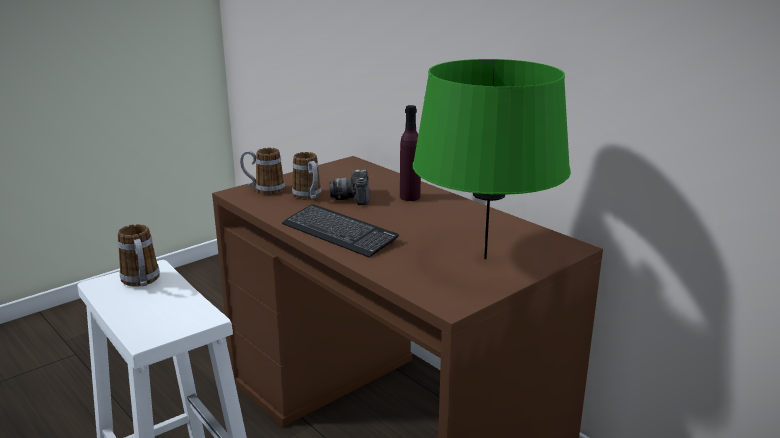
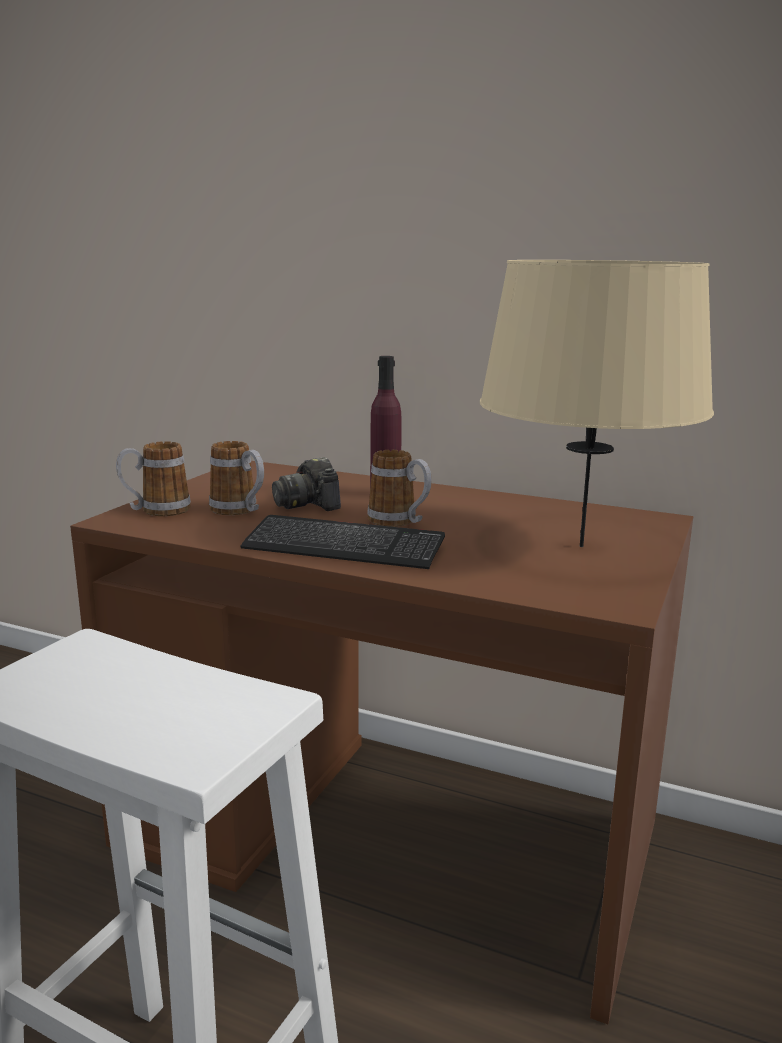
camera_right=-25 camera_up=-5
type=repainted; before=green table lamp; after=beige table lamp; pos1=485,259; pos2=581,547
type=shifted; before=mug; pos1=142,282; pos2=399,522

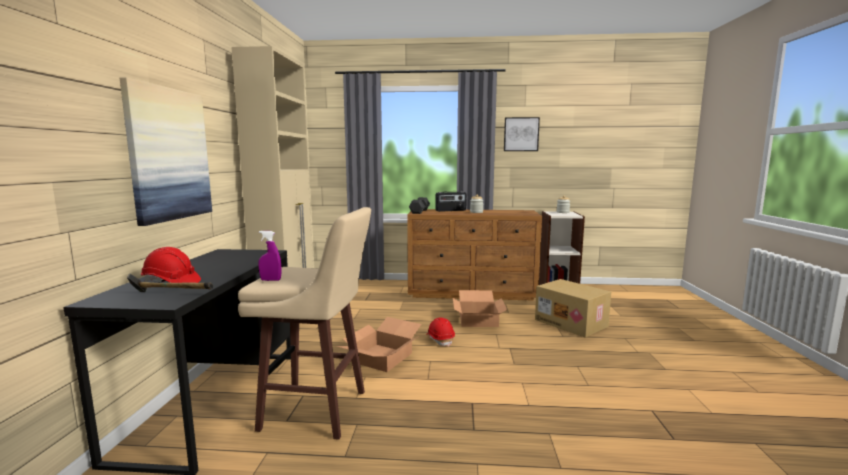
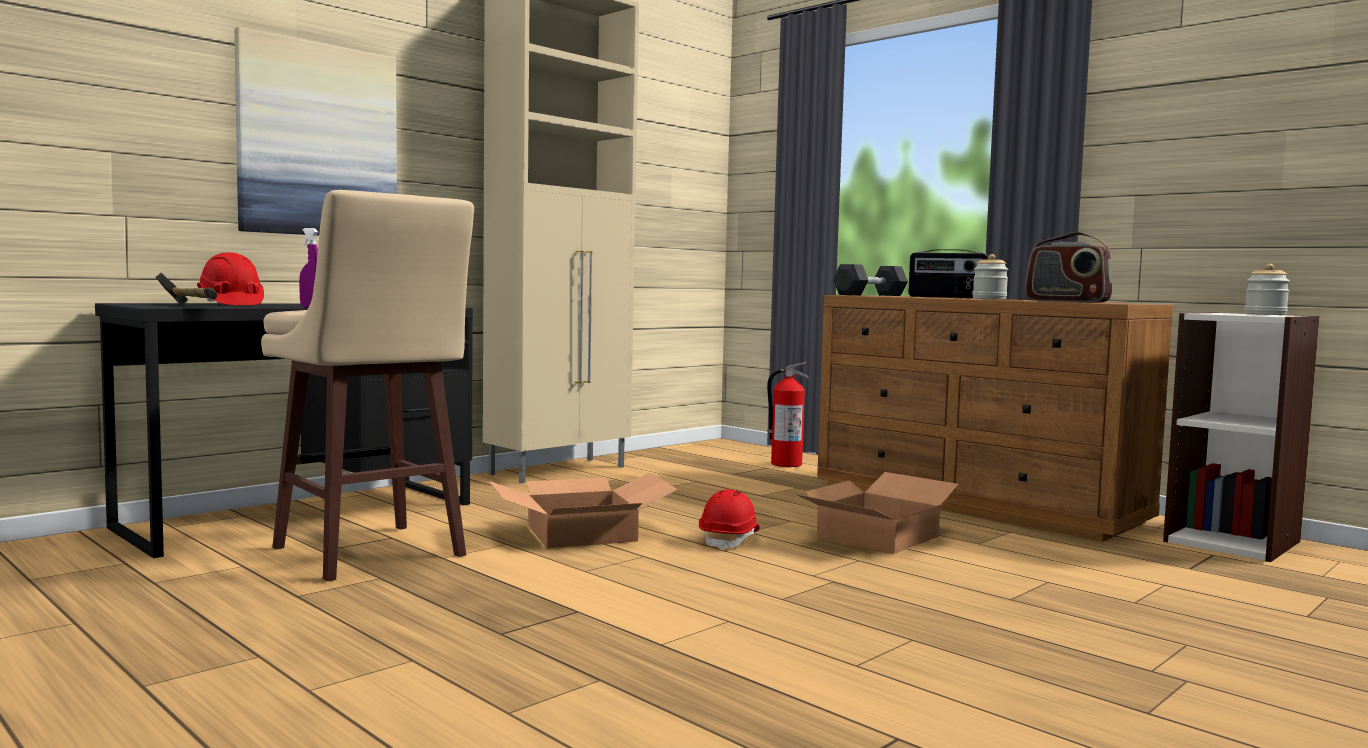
camera_right=40 camera_up=-5
type=gone; before=picture; pos1=521,134
type=gone; before=cardboard box; pos1=571,323
type=new; after=radio; pos2=1066,301
type=new; after=fire extinguisher; pos2=785,464

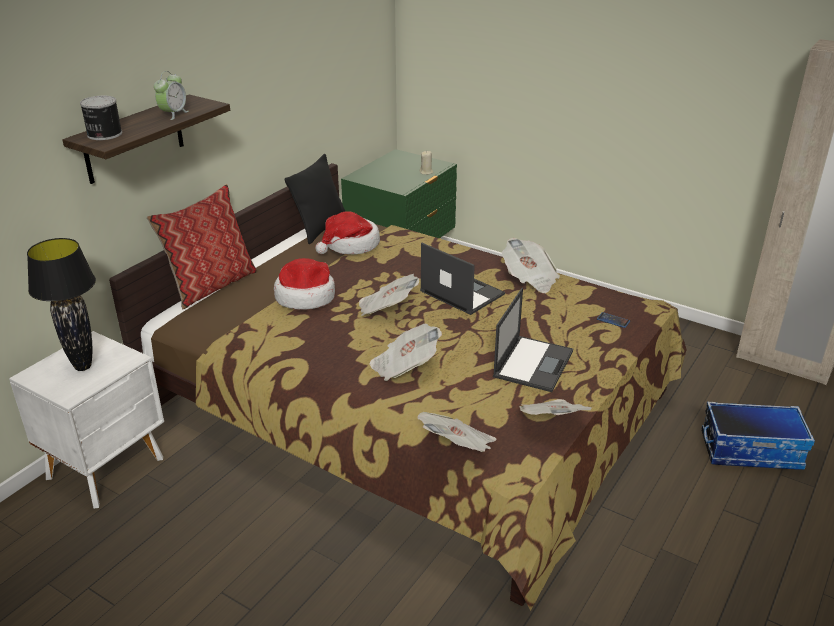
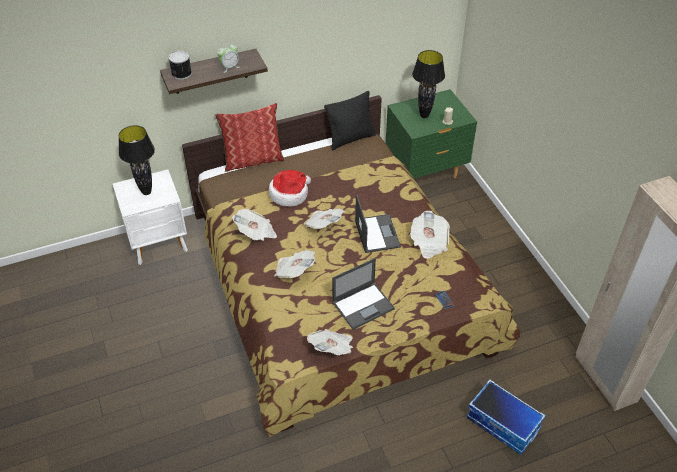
camera_right=35 camera_up=15
type=gone; before=hat; pos1=350,245
type=shifted; before=newspaper; pos1=458,448; pos2=256,233
type=new; after=black table lamp; pos2=424,116

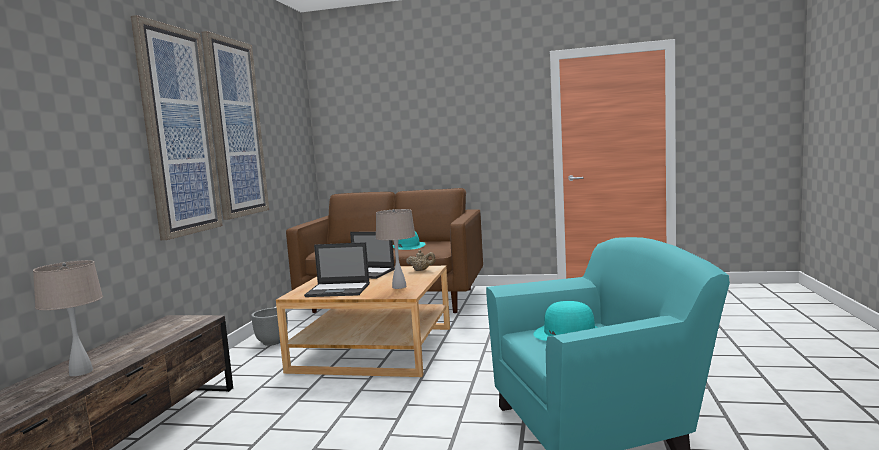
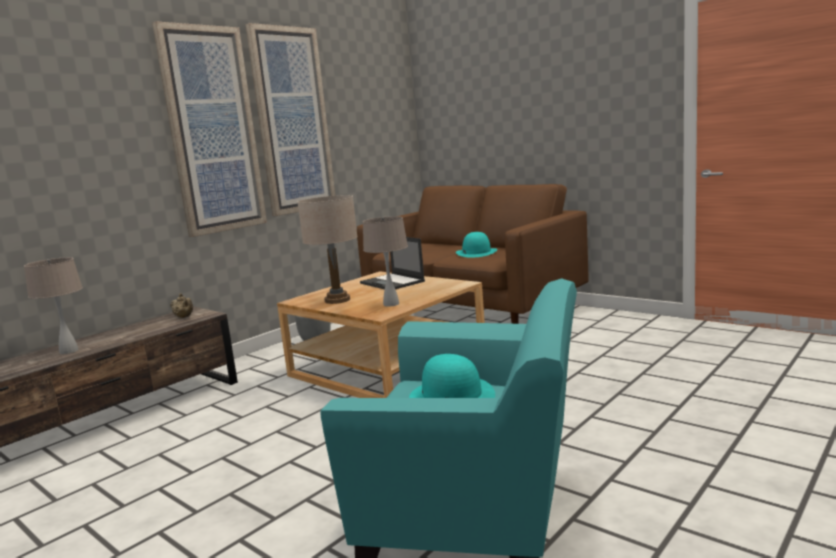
camera_right=30 camera_up=5
type=swapped; before=laptop; after=beige table lamp; pos1=339,290; pos2=337,300
type=shifted; before=beige teapot; pos1=421,270; pos2=184,317

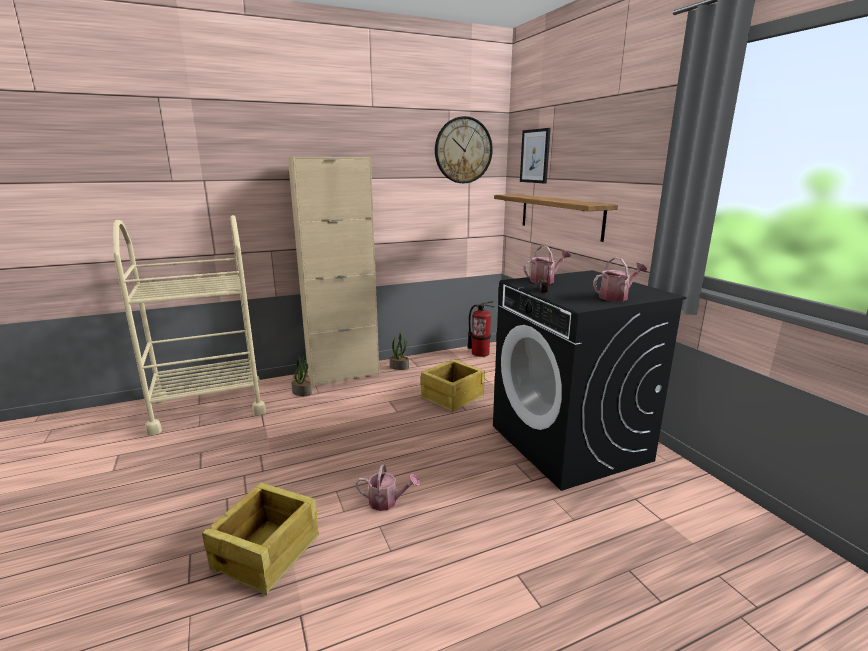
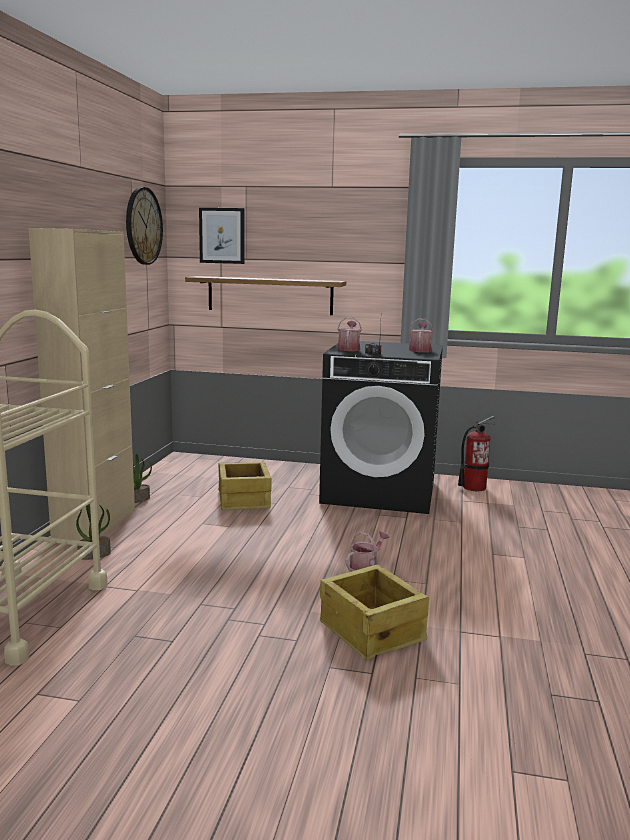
camera_right=-55 camera_up=-5
type=shifted; before=fire extinguisher; pos1=480,353; pos2=473,487

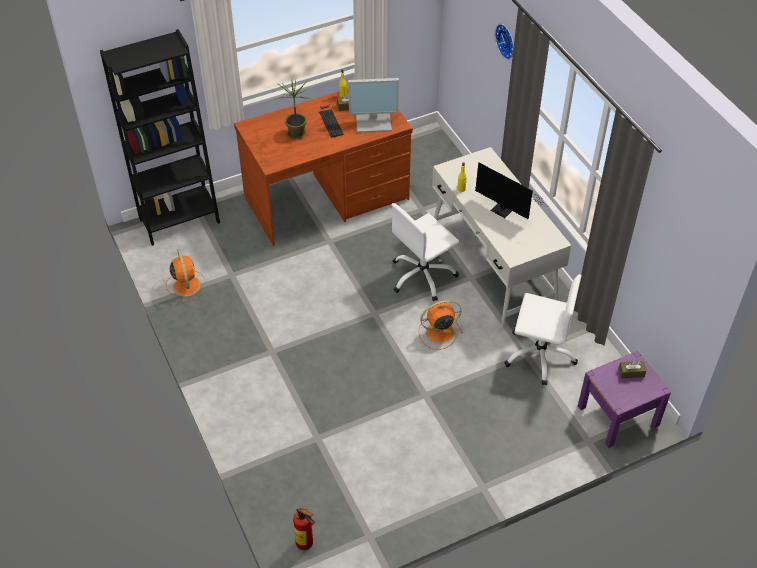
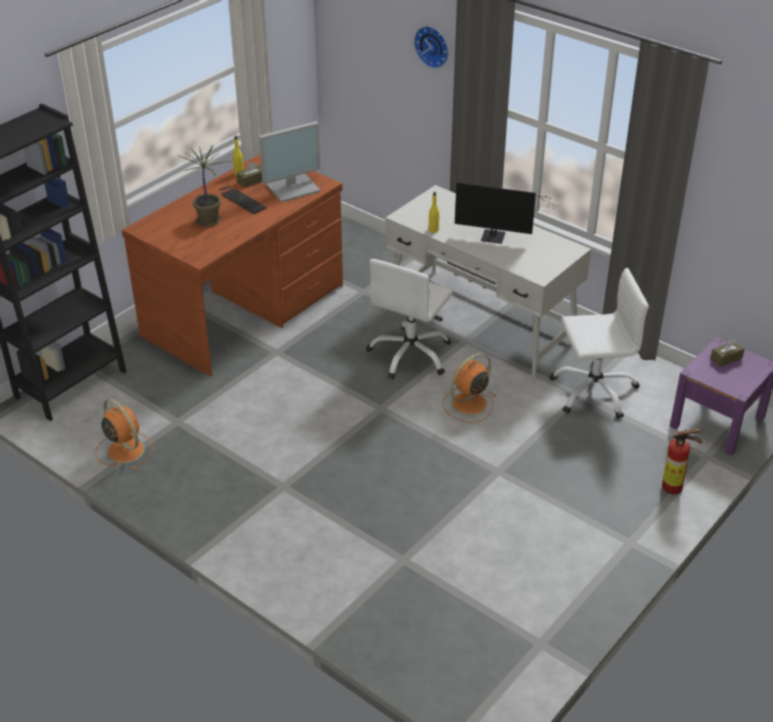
camera_right=-25 camera_up=-10
type=shifted; before=fire extinguisher; pos1=306,545; pos2=675,489

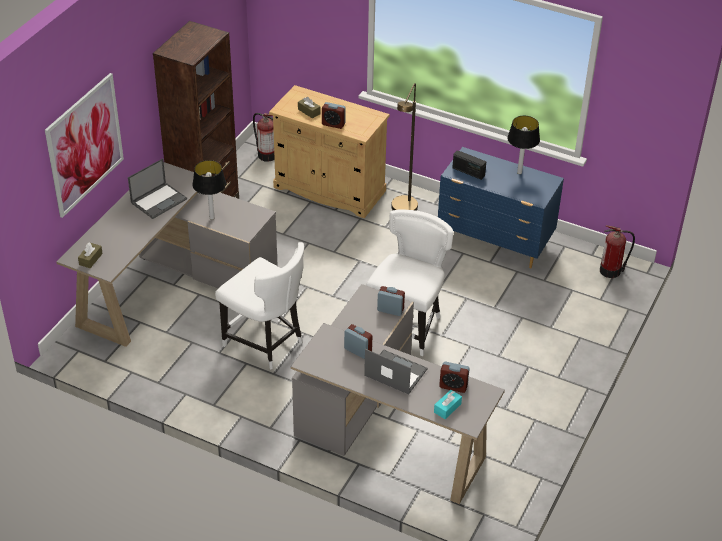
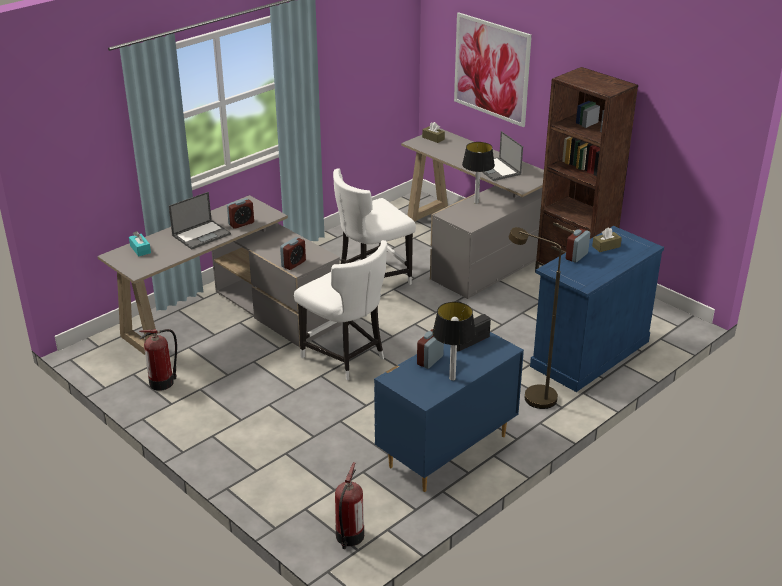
camera_right=110 camera_up=-10
type=repainted; before=beige cabinet; after=blue cabinet; pos1=329,189; pos2=589,353
type=shifted; before=fire extinguisher; pos1=266,155; pos2=163,382
type=shifted; before=alarm clock; pos1=453,386; pos2=430,360

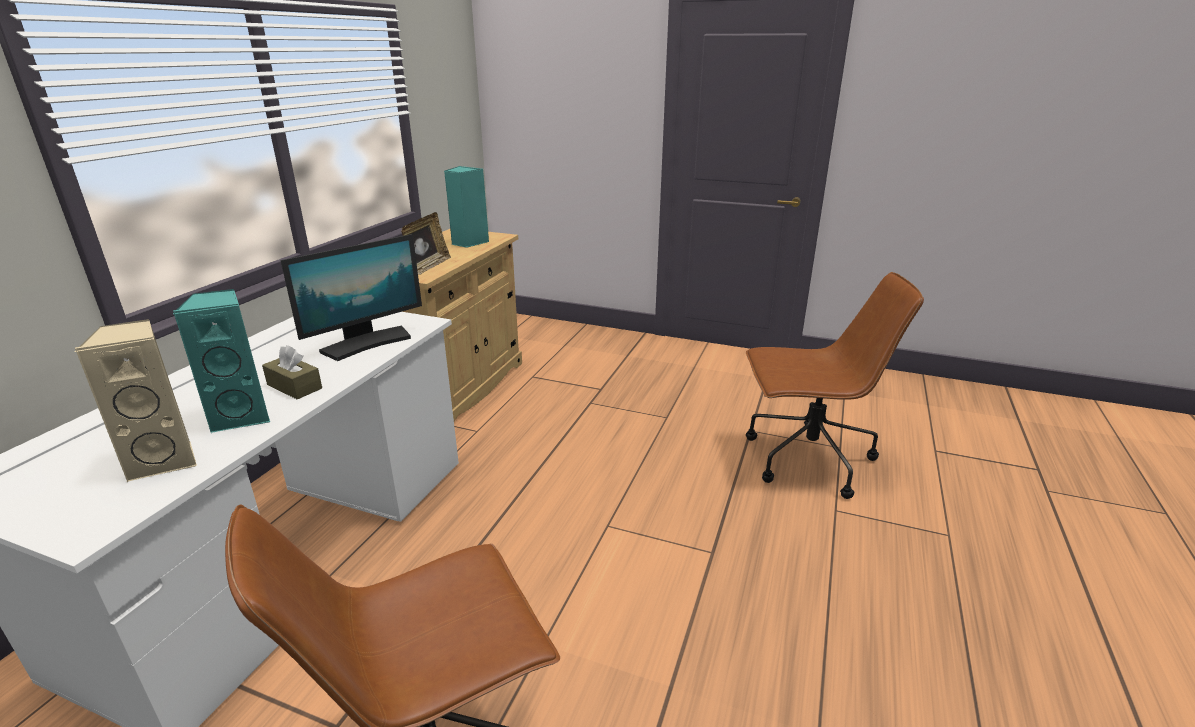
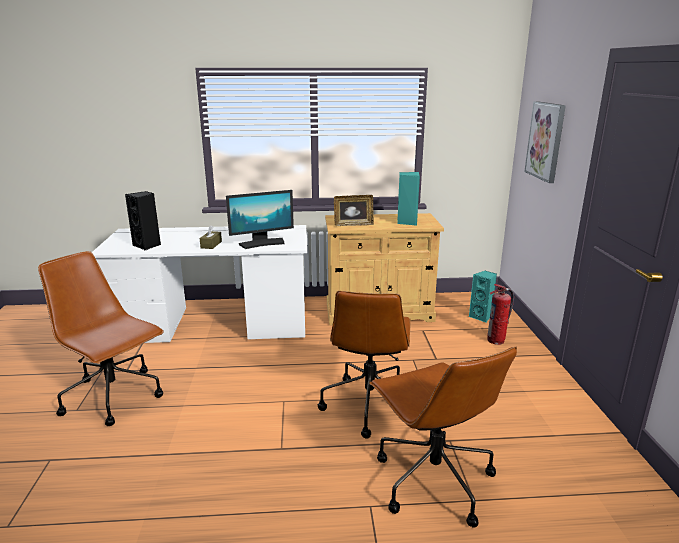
camera_right=65 camera_up=-5
type=rotated; before=monitor; pos1=366,343; pos2=262,243; turn=-45
type=shifted; before=turquoise speaker; pos1=243,416; pos2=481,317
type=repainted; before=beige speaker; after=black speaker; pos1=166,460; pos2=147,245
type=new; after=picture; pos2=545,141
type=new; after=fire extinguisher; pos2=496,340
type=new; after=brown office chair; pos2=369,404

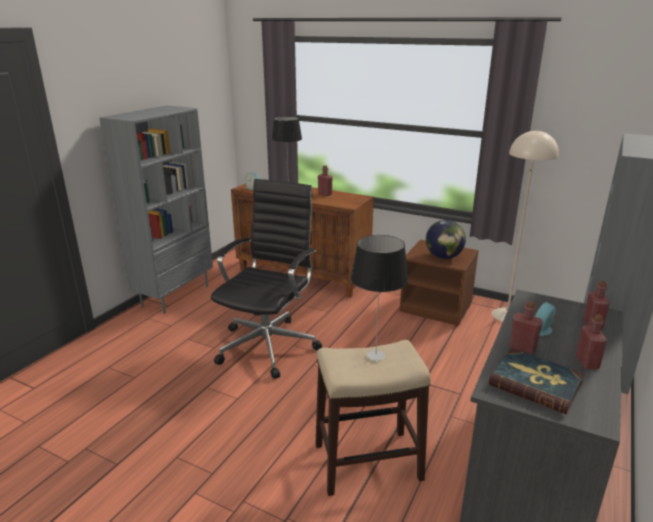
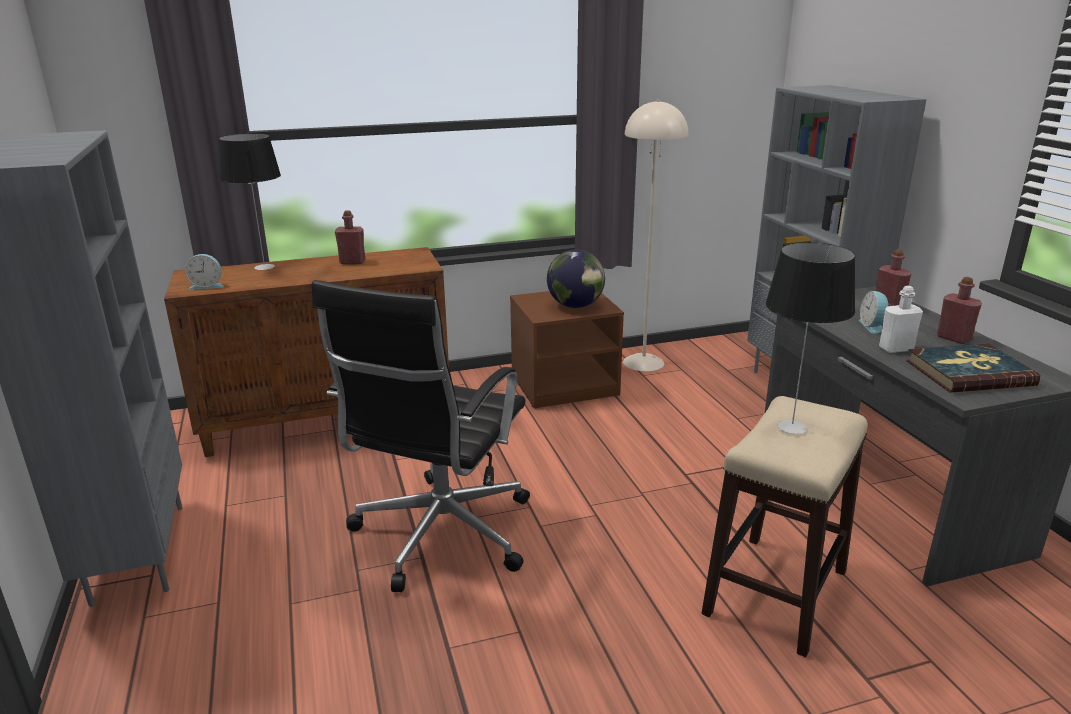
camera_right=-45 camera_up=0
type=rotated; before=black office chair; pos1=269,345; pos2=440,535; turn=-135
type=repainted; before=red bottle; after=white bottle; pos1=522,348; pos2=896,349

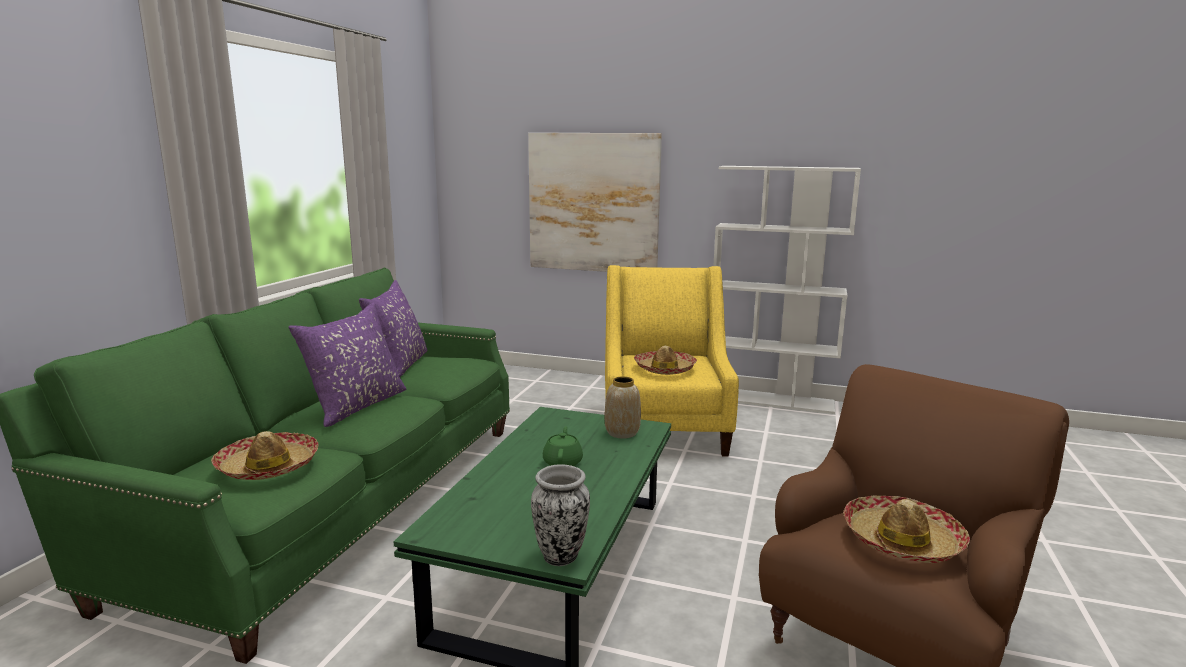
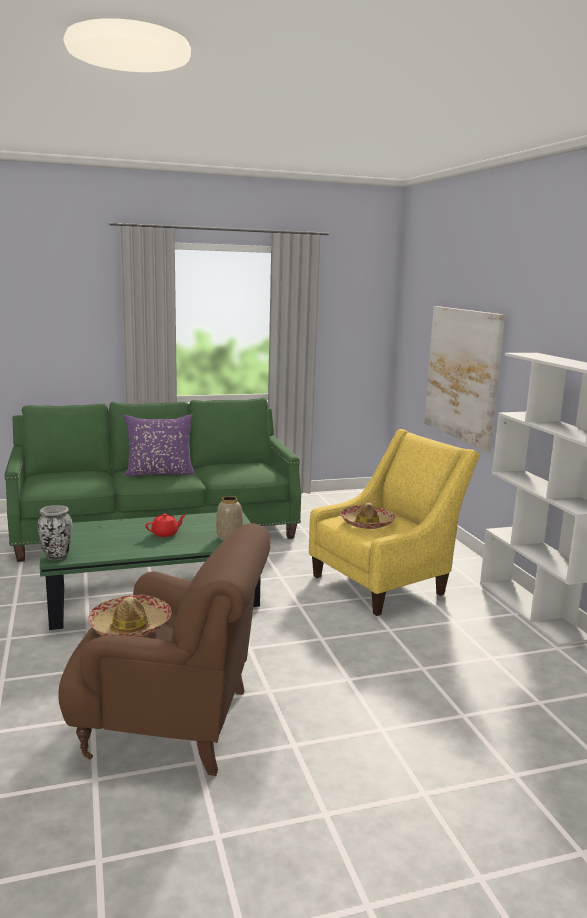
camera_right=55 camera_up=0
type=gone; before=purple pillow; pos1=399,365
type=repainted; before=green teapot; after=red teapot; pos1=563,462; pos2=165,533
type=gone; before=hat; pos1=267,467

